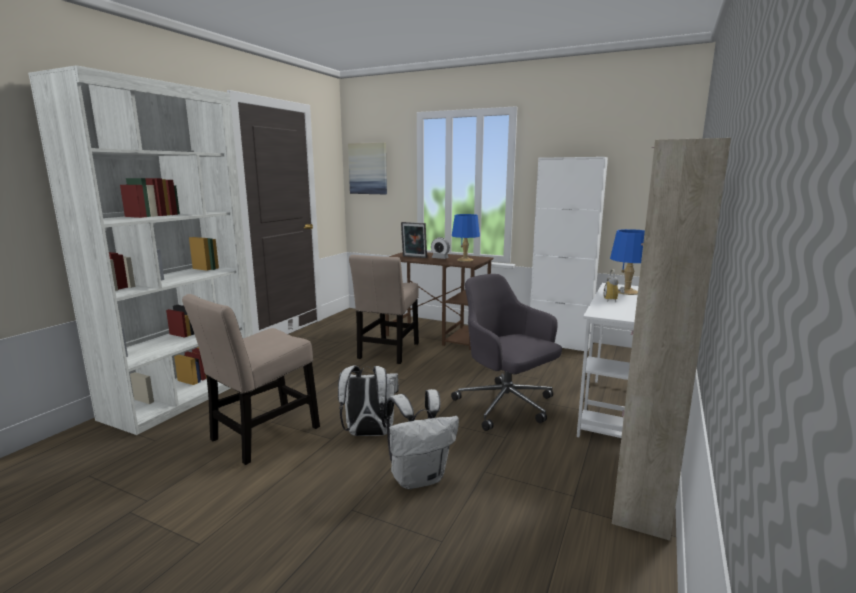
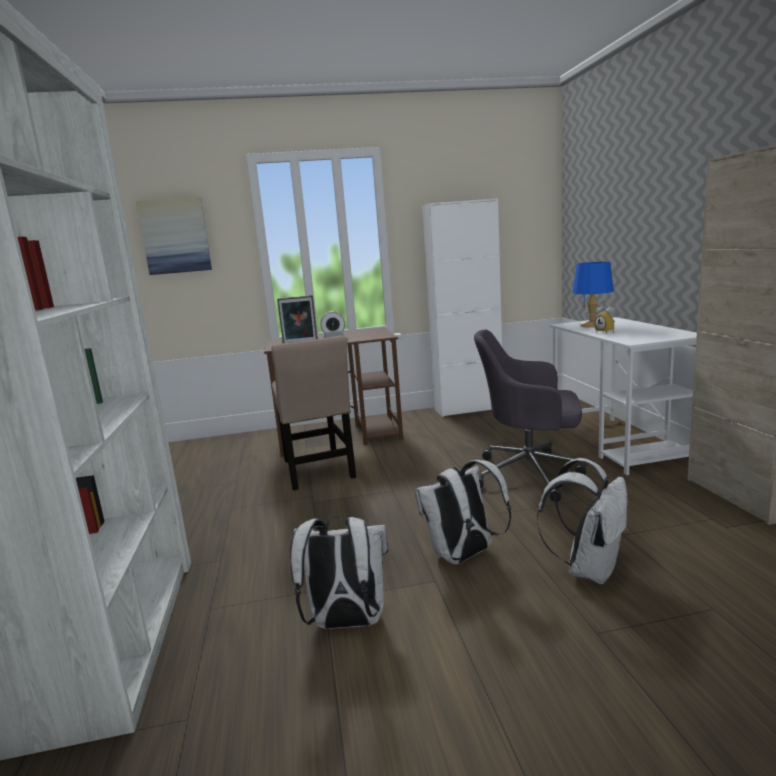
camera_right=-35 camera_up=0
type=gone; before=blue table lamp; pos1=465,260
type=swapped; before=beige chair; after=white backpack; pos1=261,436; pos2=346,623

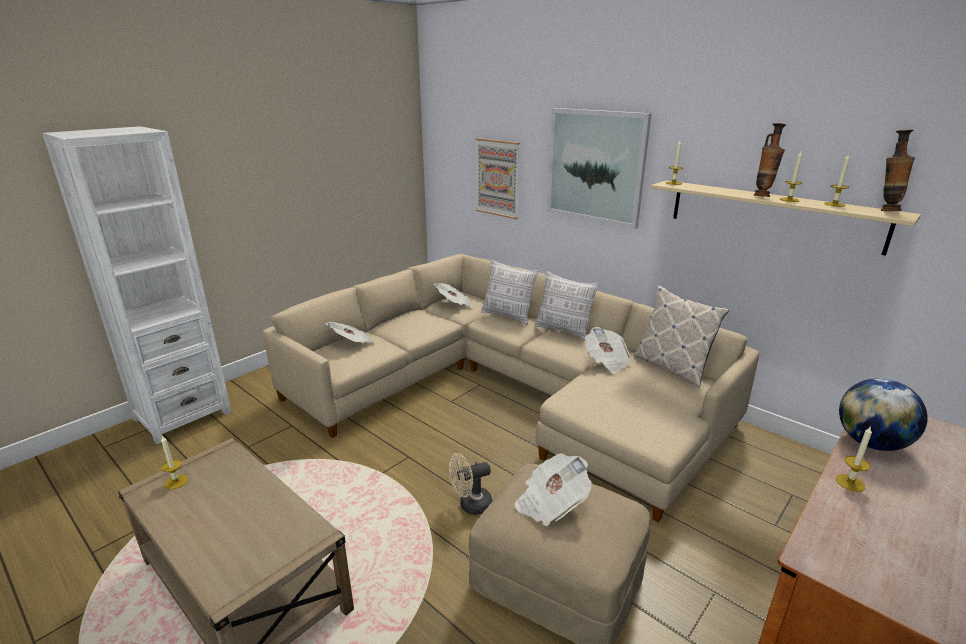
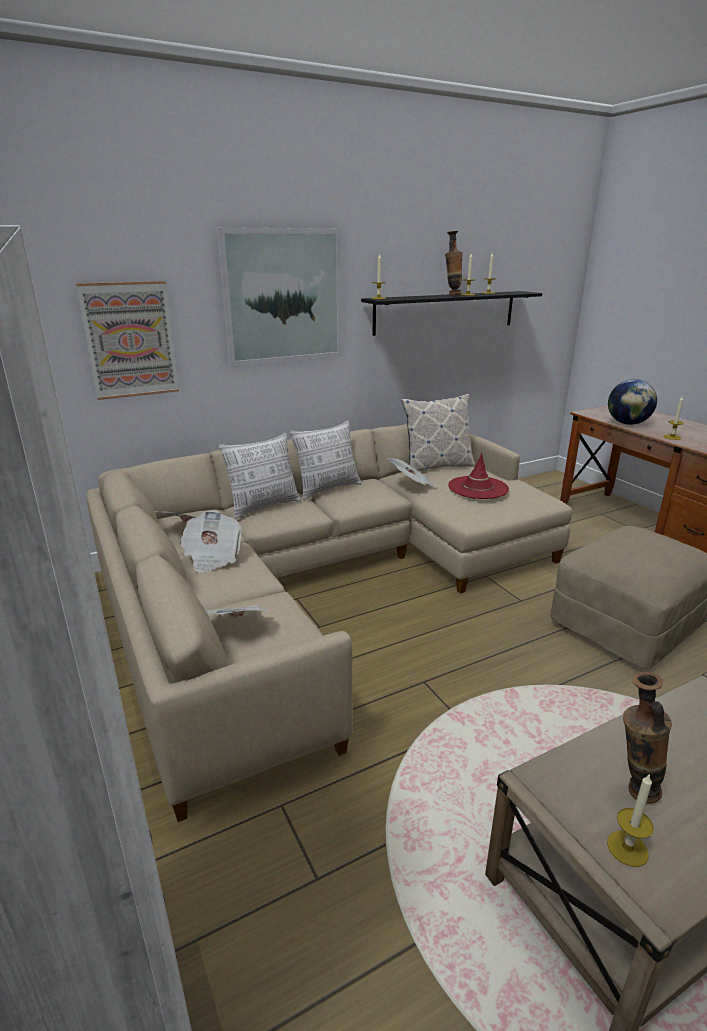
camera_right=-70 camera_up=0
type=shifted; before=vase; pos1=886,210; pos2=632,790
type=repainted; before=beige shelf; after=black shelf; pos1=772,215; pos2=446,312
type=gone; before=beige fan; pos1=470,505
type=shifted; before=newspaper; pos1=551,503; pos2=212,556
type=new; after=red hat; pos2=478,488

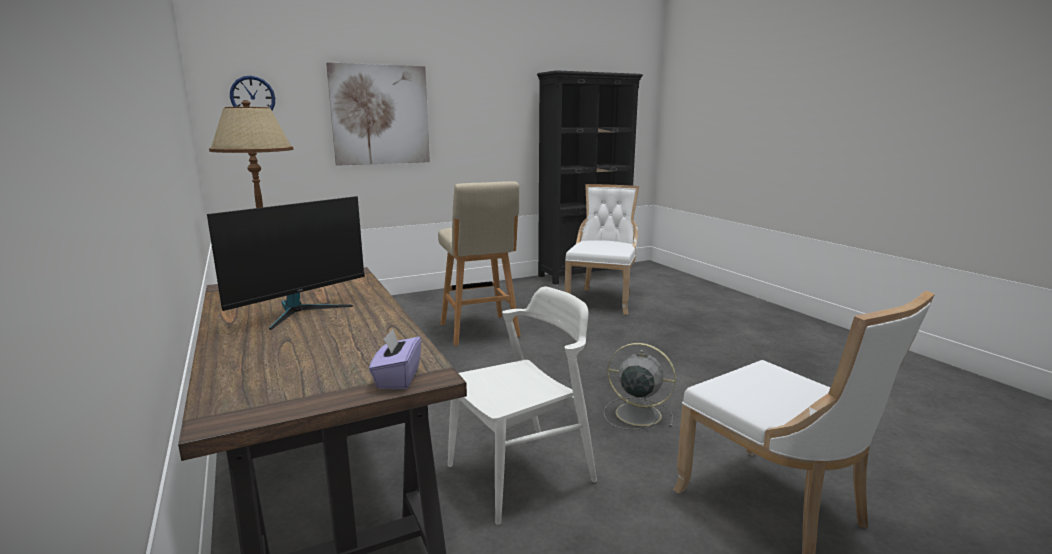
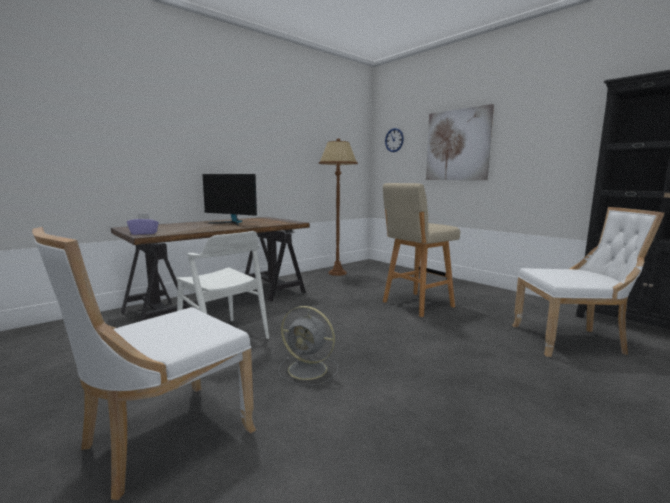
camera_right=75 camera_up=-5
type=rotated; before=grey fan; pos1=636,414; pos2=309,370; turn=105

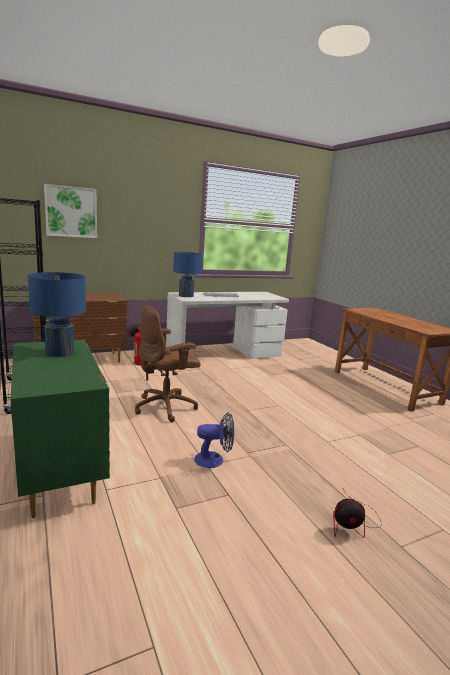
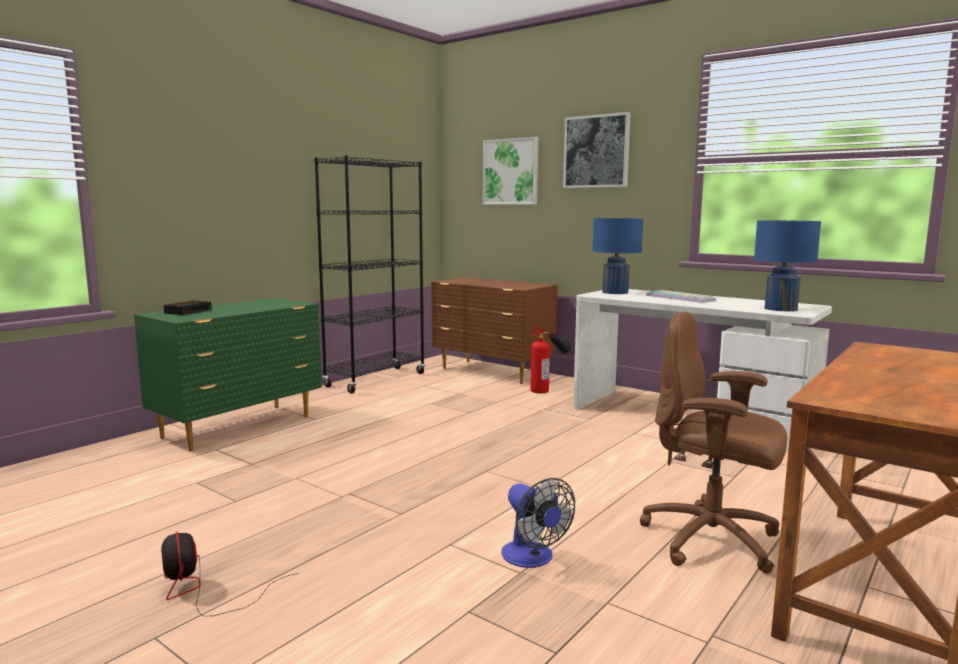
camera_right=65 camera_up=-5
type=shifted; before=blue table lamp; pos1=60,352; pos2=780,309
type=shifted; before=brown office chair; pos1=166,407; pos2=712,540
type=shifted; before=fan; pos1=214,459; pos2=533,558
type=new; after=picture; pos2=596,151
type=new; after=alarm clock; pos2=189,311

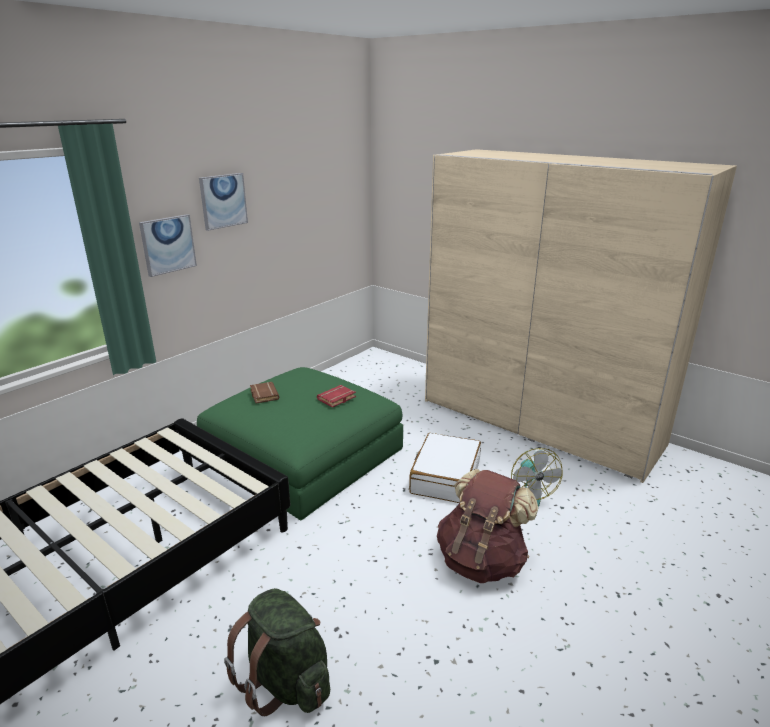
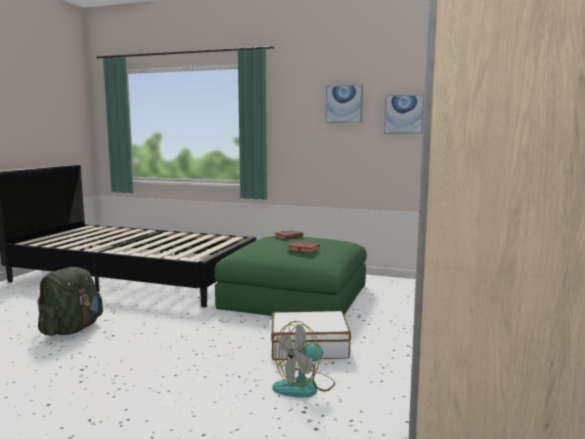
camera_right=70 camera_up=-15
type=shifted; before=picture; pos1=168,244; pos2=403,114
type=gone; before=brown backpack; pos1=481,561

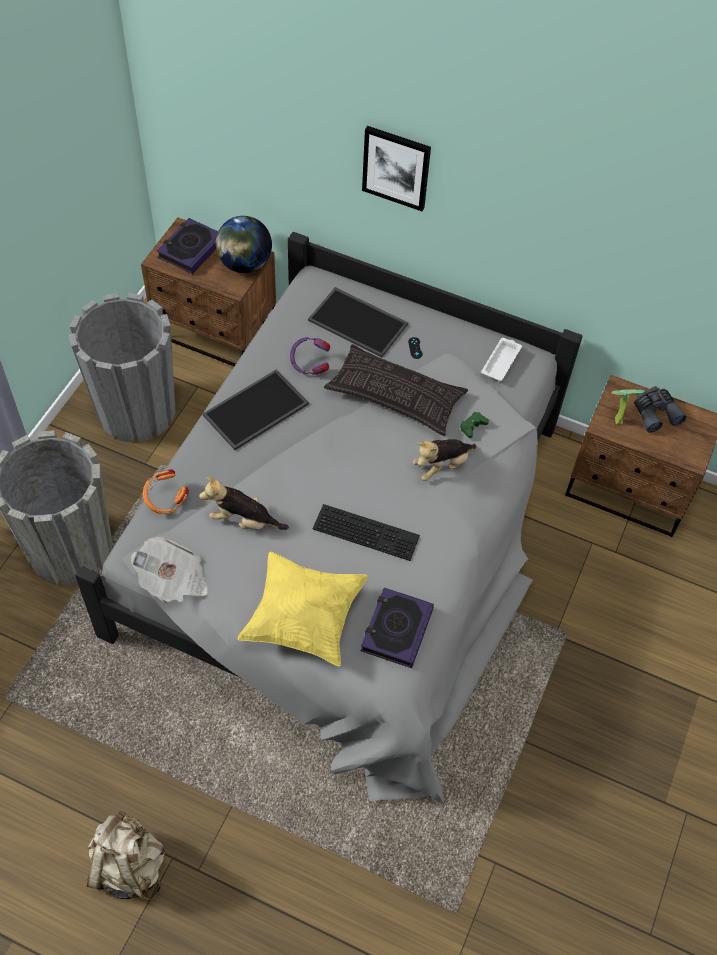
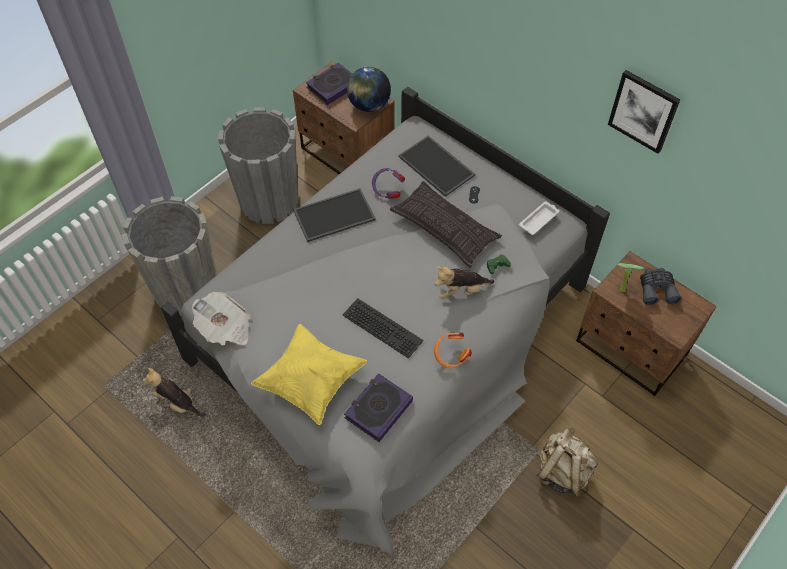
camera_right=20 camera_up=0
type=shifted; before=picture; pos1=396,167; pos2=643,111
type=shifted; before=orange headphones; pos1=165,501; pos2=450,356
type=shifted; before=plush toy; pos1=243,520; pos2=177,402
type=shifted; before=beige backpack; pos1=128,867; pos2=562,471

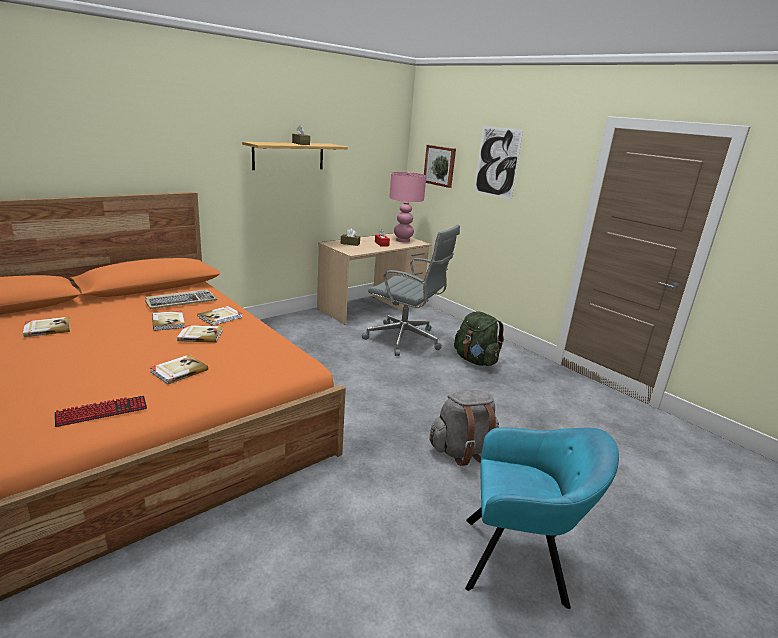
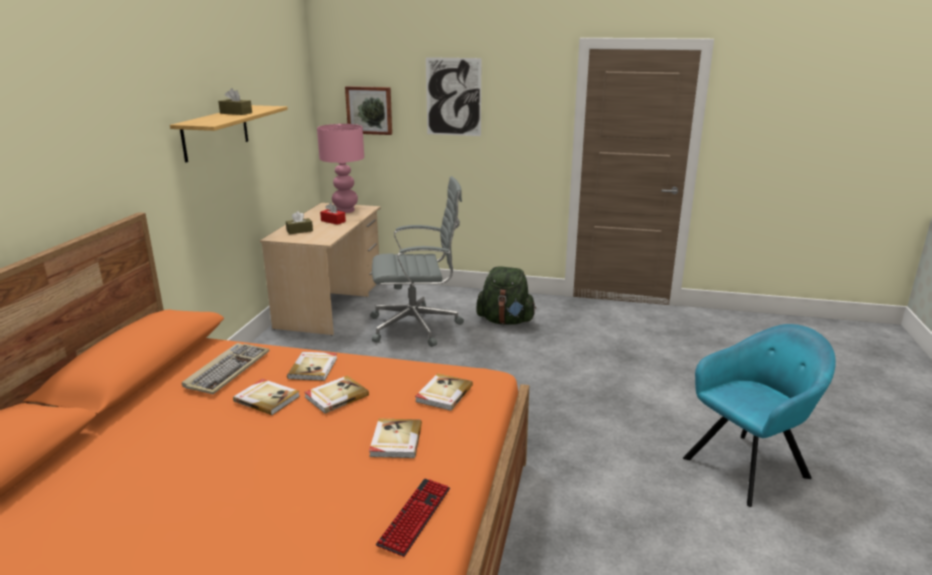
camera_right=-35 camera_up=0
type=shifted; before=book; pos1=47,328; pos2=443,394
type=gone; before=grey backpack; pos1=462,451

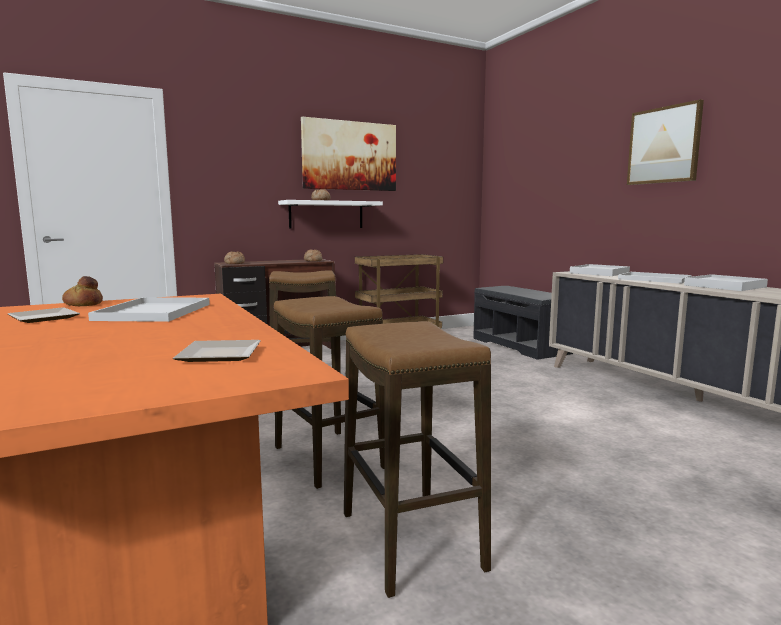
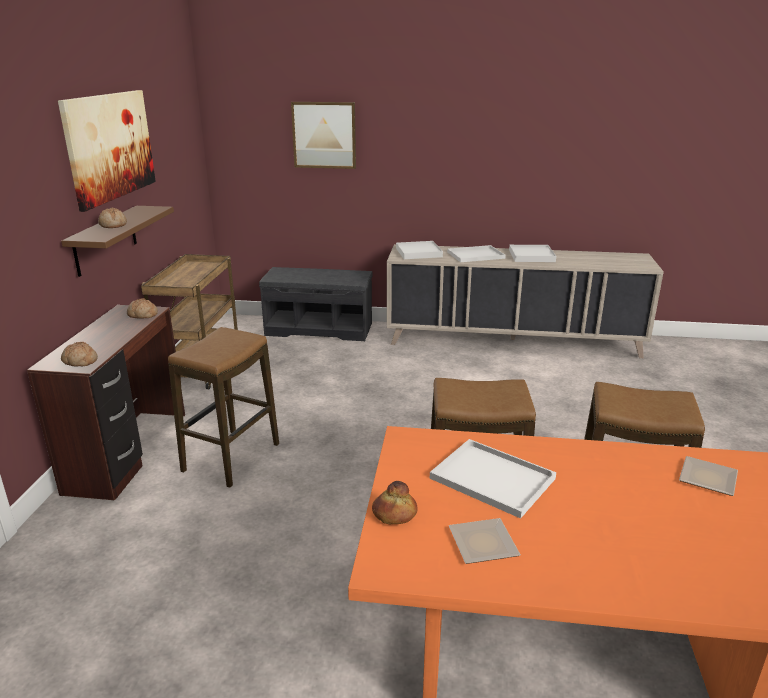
camera_right=-55 camera_up=15
type=shifted; before=picture; pos1=664,145; pos2=324,135
type=repainted; before=white shelf; after=brown shelf; pos1=326,214; pos2=105,240

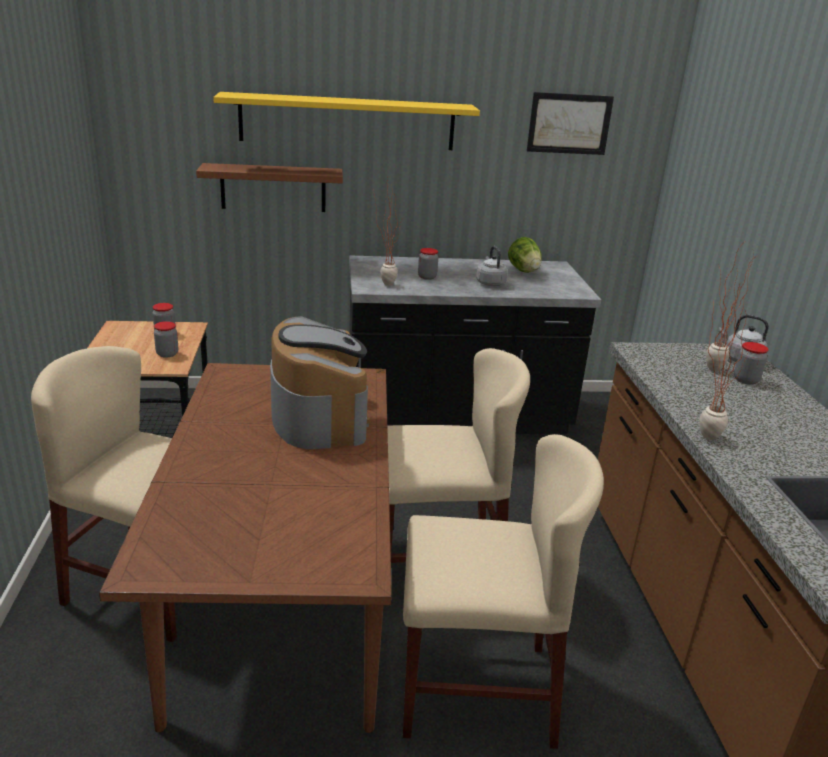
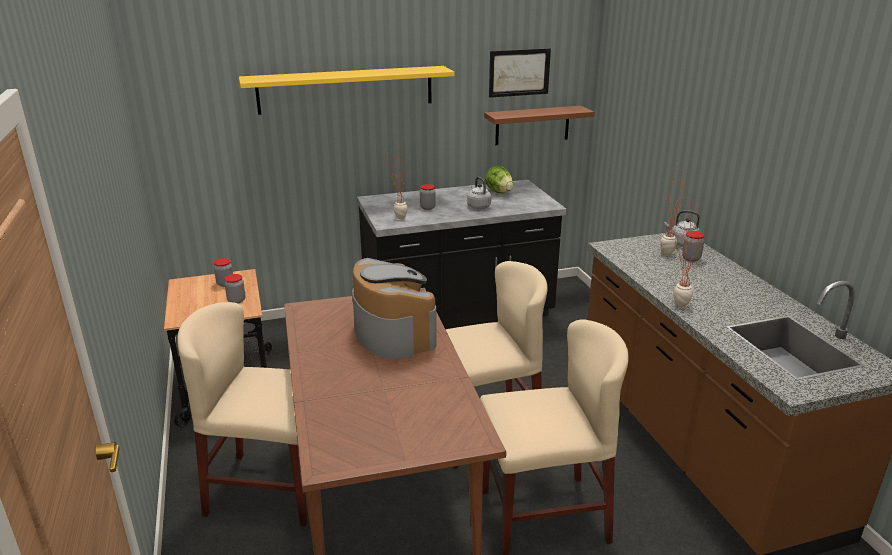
camera_right=-10 camera_up=0
type=shifted; before=brown shelf; pos1=273,188; pos2=532,125

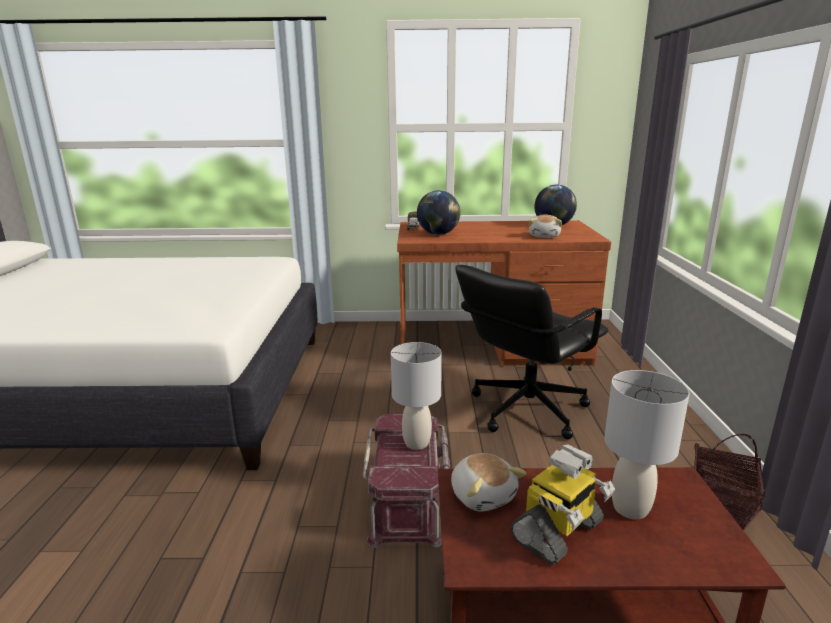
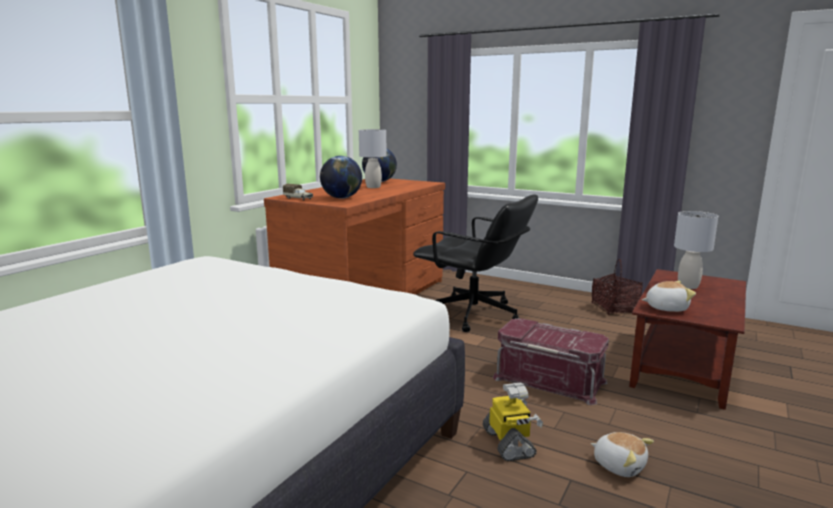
camera_right=-60 camera_up=-5
type=shifted; before=plush toy; pos1=545,236; pos2=619,465
type=rotated; before=black office chair; pos1=526,409; pos2=474,315; turn=-45
type=shifted; before=grey table lamp; pos1=417,443; pos2=373,187
type=shifted; before=toy robot; pos1=558,532; pos2=509,443

